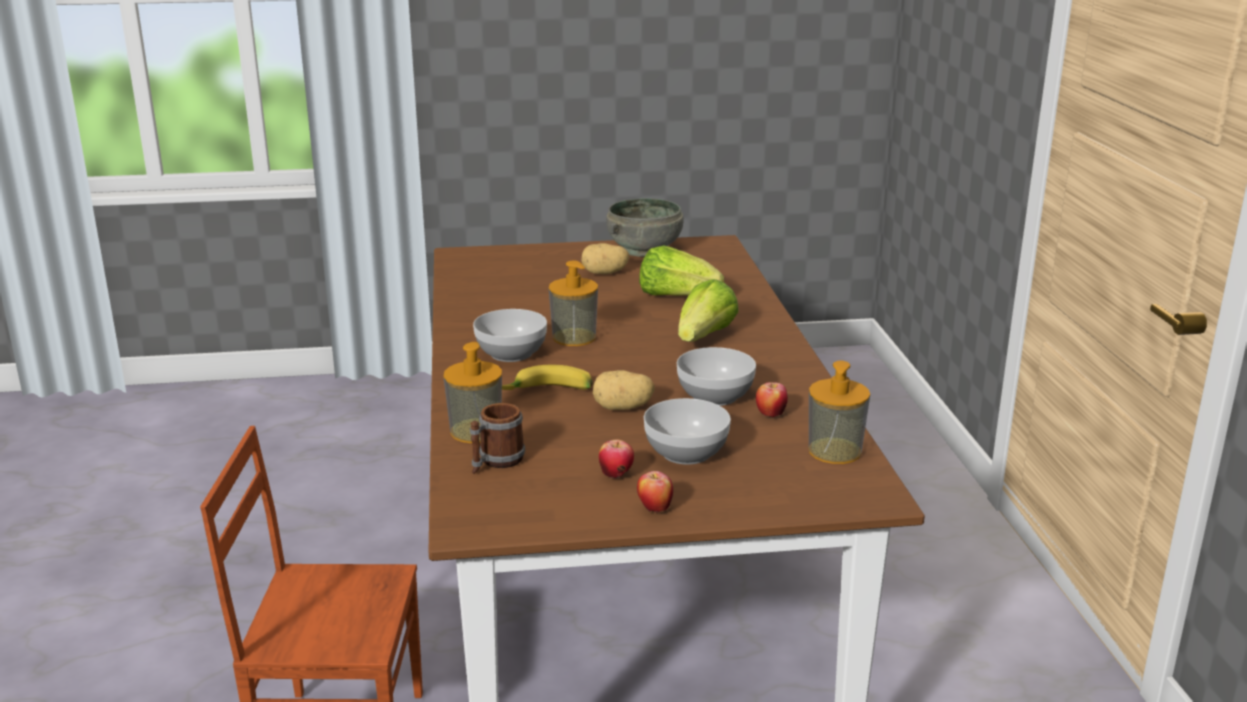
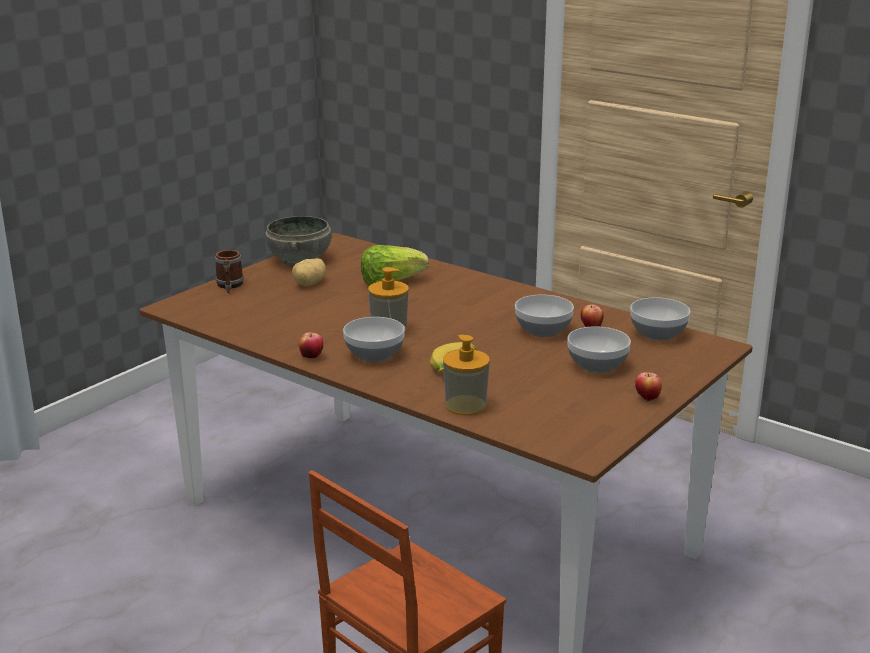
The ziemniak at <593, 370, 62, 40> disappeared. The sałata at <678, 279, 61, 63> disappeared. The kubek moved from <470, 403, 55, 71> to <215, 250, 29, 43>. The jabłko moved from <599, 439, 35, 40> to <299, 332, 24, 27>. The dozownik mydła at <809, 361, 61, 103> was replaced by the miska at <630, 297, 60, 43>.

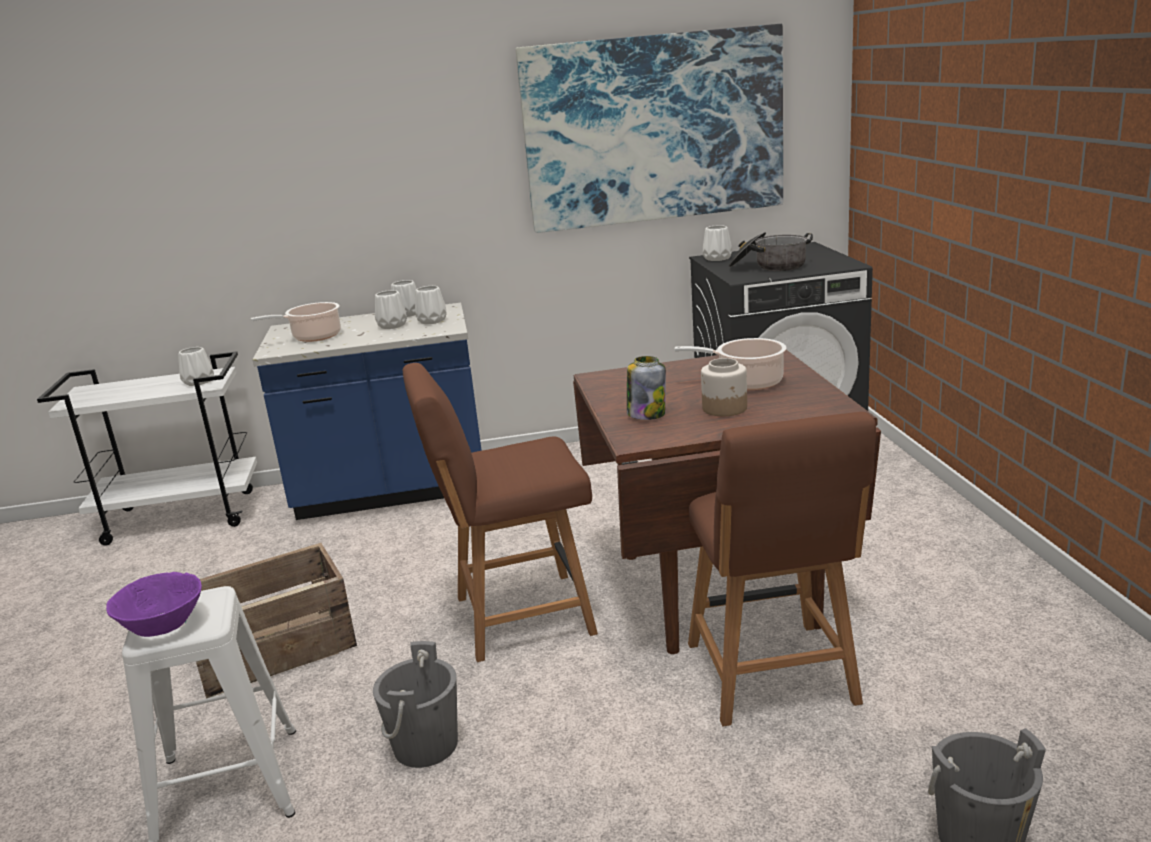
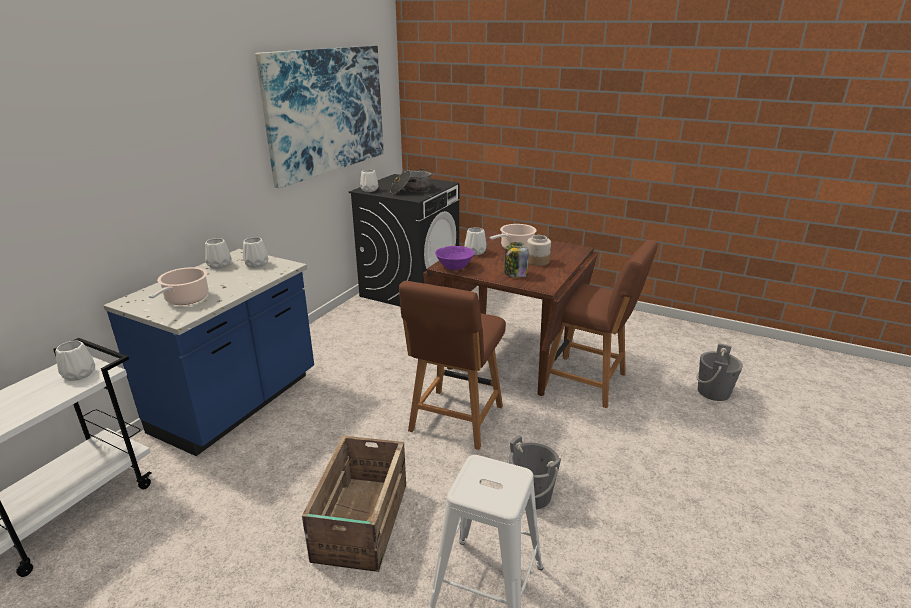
The miska/fioletowy moved from <106, 572, 96, 65> to <435, 246, 40, 24>. The wazon/biały moved from <375, 290, 32, 39> to <465, 227, 21, 28>.

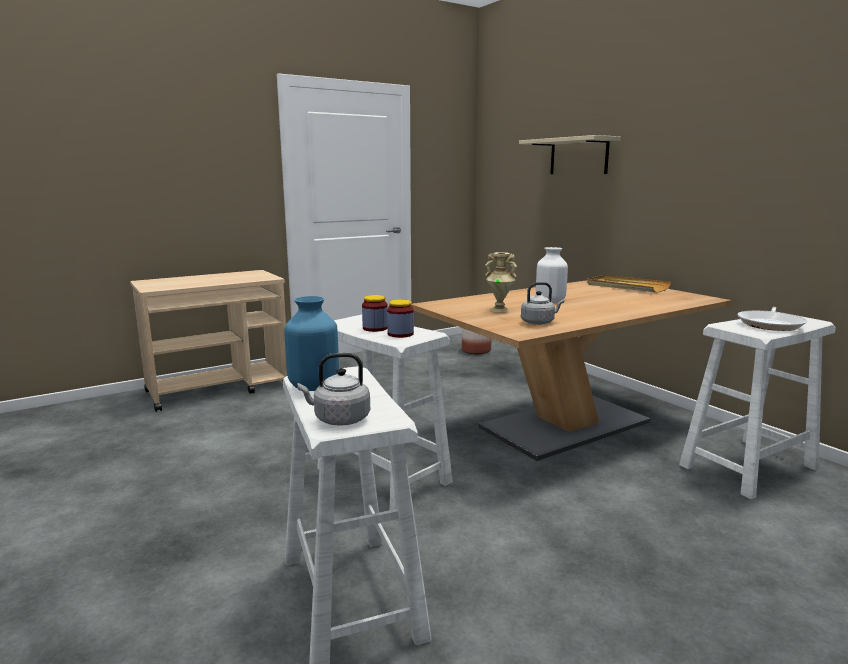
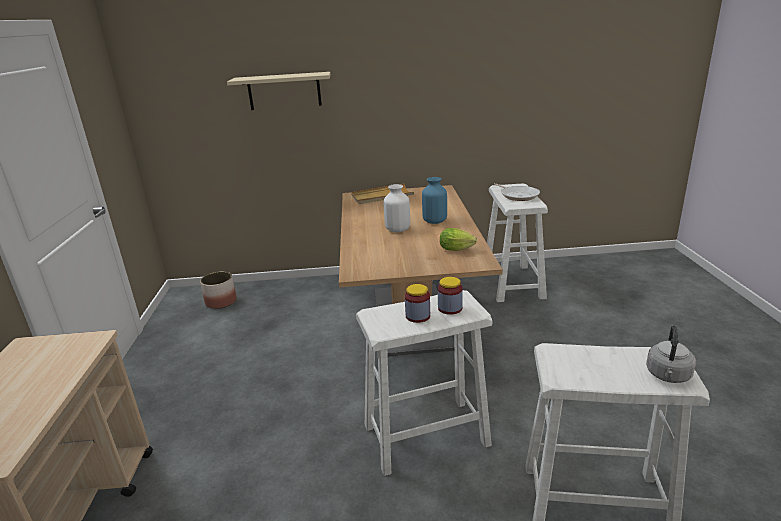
The wazon/beżowy at <485, 252, 32, 60> disappeared. The wazon/niebieski moved from <284, 296, 55, 95> to <422, 177, 25, 47>. The czajnik/szary at <521, 282, 43, 43> was replaced by the sałata at <440, 228, 37, 23>.

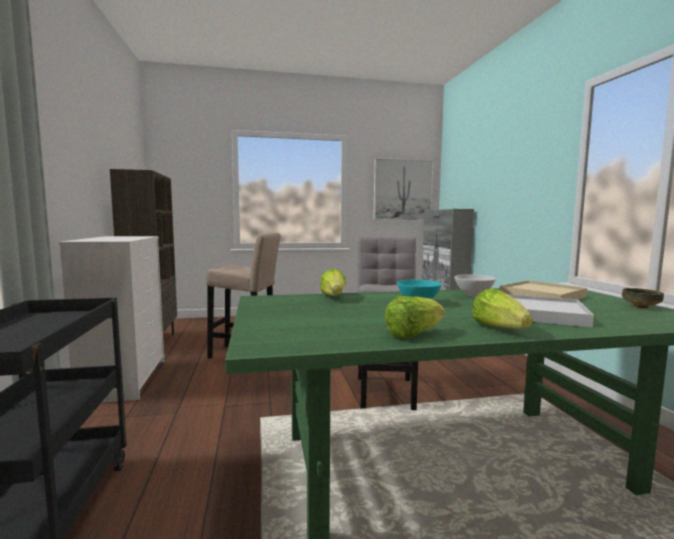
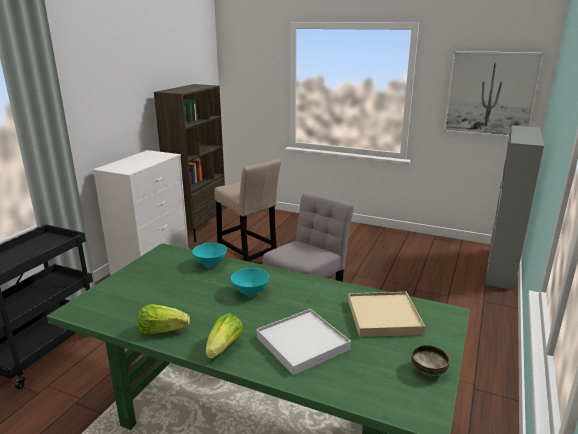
The miska/biały at <454, 275, 42, 22> disappeared. The sałata at <320, 269, 26, 27> was replaced by the miska/turkusowy at <192, 243, 35, 24>.

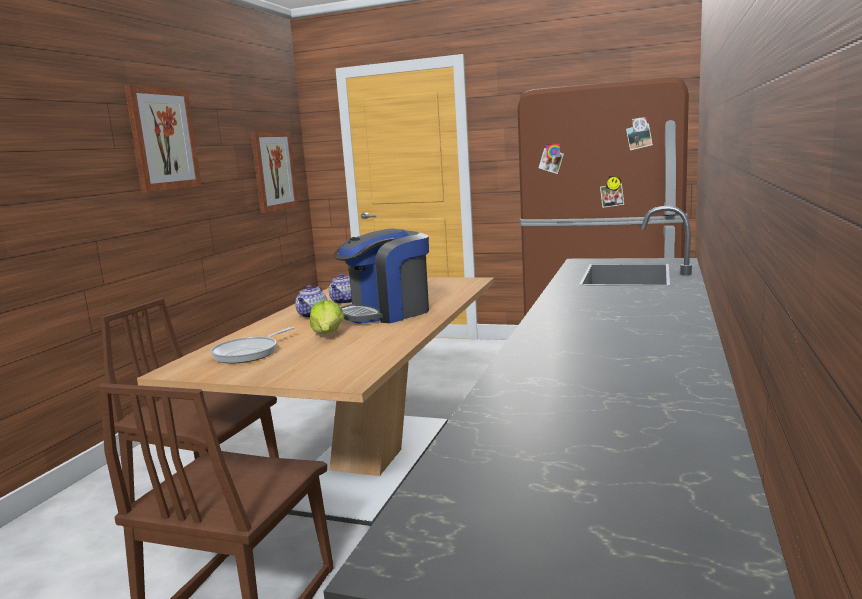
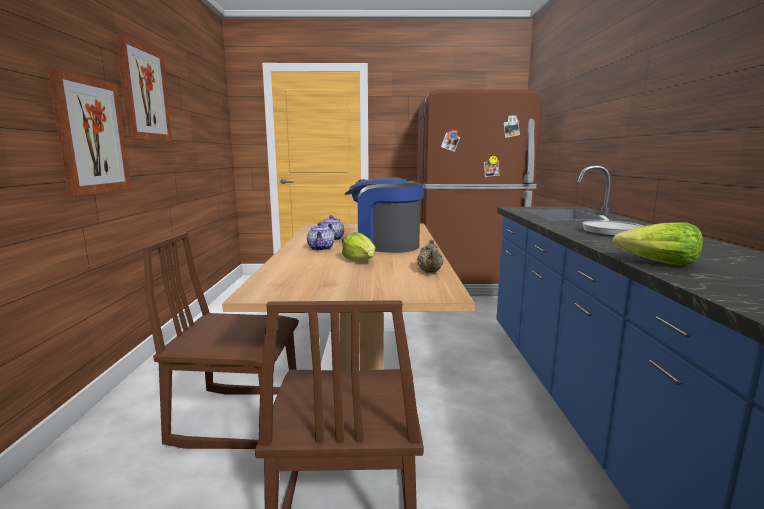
The imbryk/beżowy at <417, 240, 26, 33> appeared. The sałata at <613, 222, 90, 43> appeared. The patelnia moved from <211, 327, 83, 36> to <583, 215, 60, 21>. The obraz moved from <251, 132, 47, 81> to <47, 68, 84, 128>. The ekspres do kawy at <334, 228, 95, 96> turned 75 degrees clockwise.

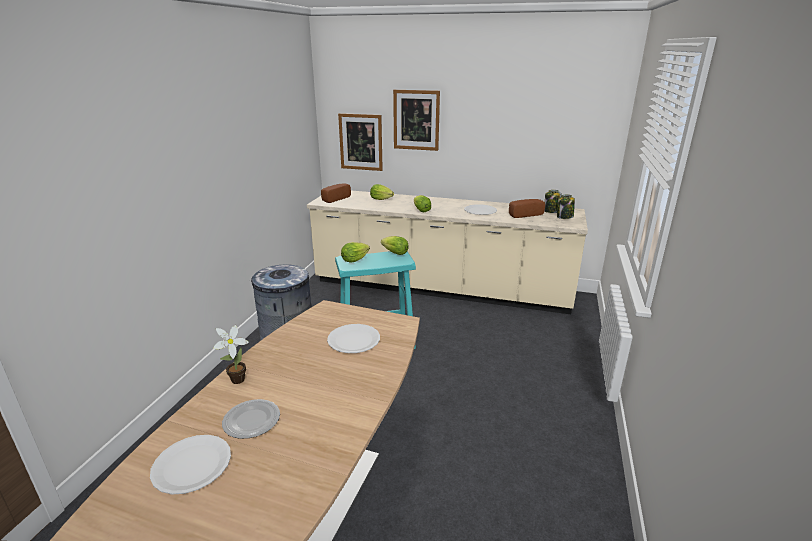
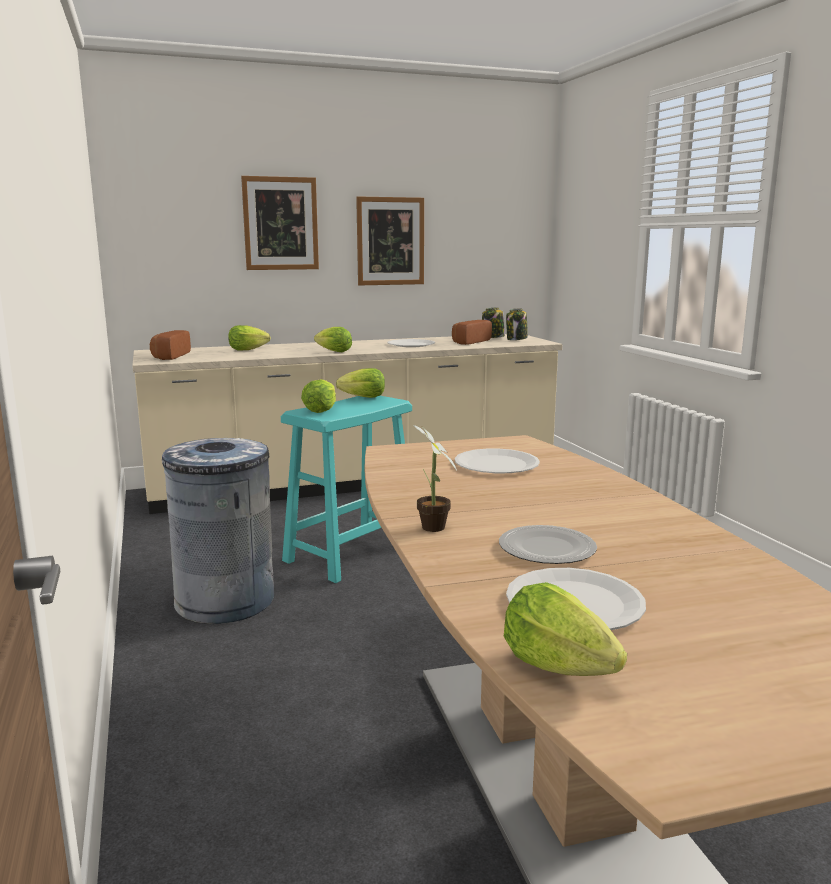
The sałata at <504, 582, 123, 94> appeared. The obraz moved from <338, 113, 45, 58> to <356, 196, 68, 89>.

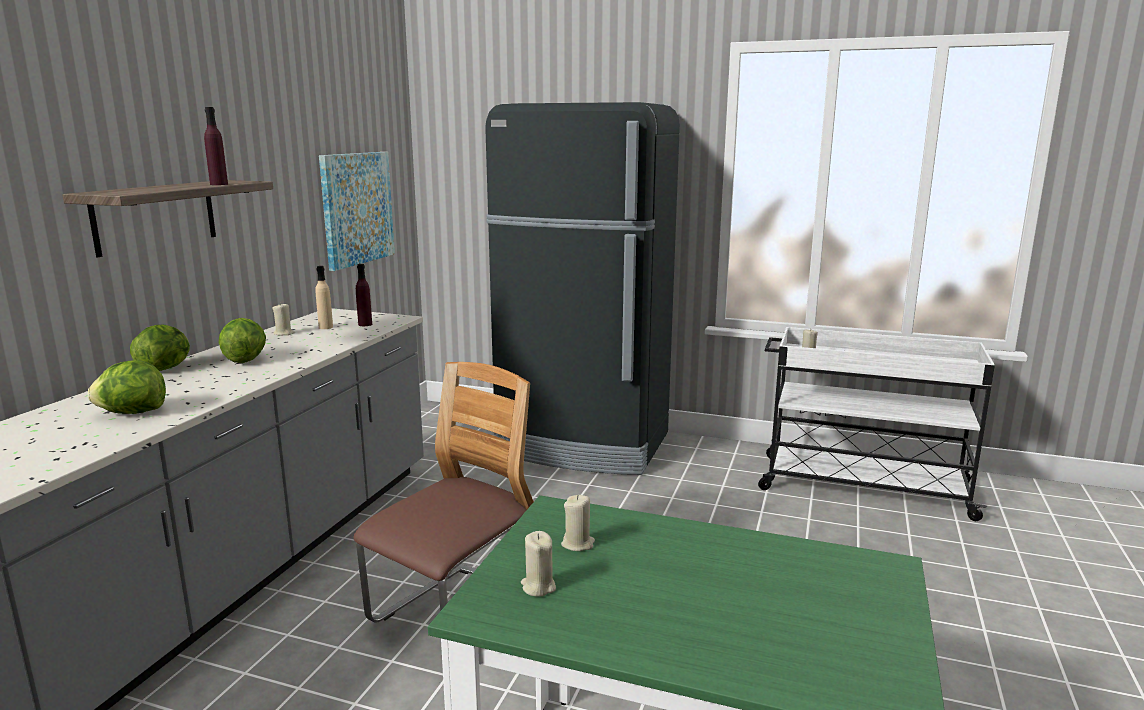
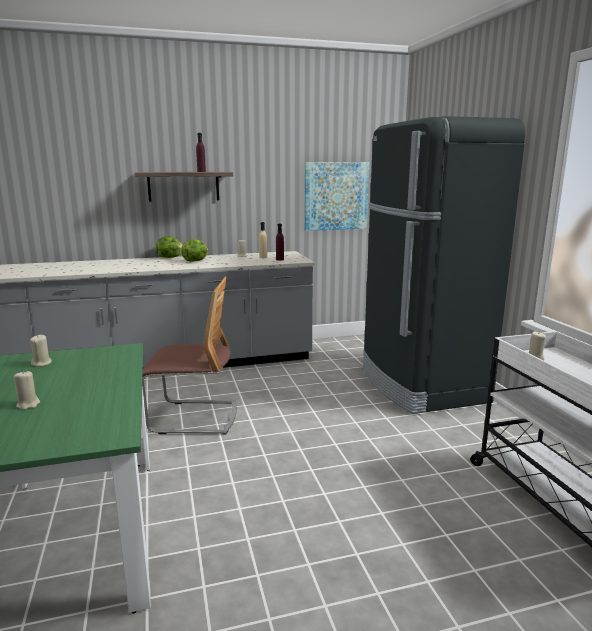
The sałata at <87, 360, 79, 54> disappeared. The świeca/beżowy moved from <561, 495, 34, 56> to <14, 371, 26, 39>.

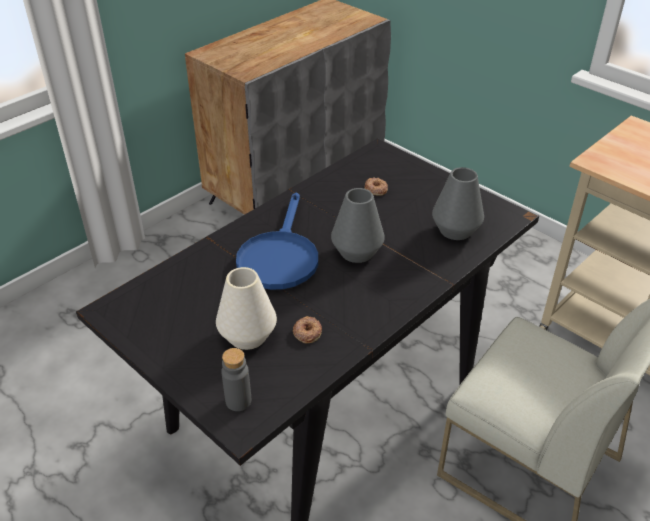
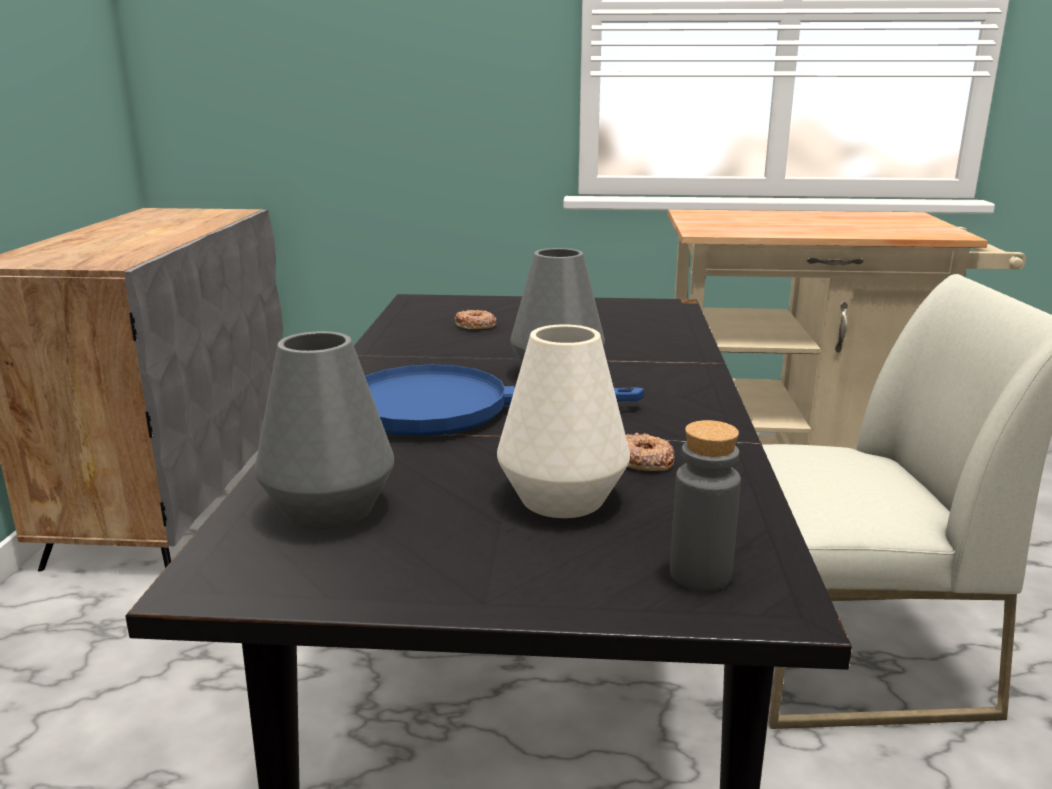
The wazon/szary moved from <432, 167, 52, 73> to <255, 331, 139, 199>. The patelnia/niebieski at <236, 192, 82, 98> turned 120 degrees clockwise.

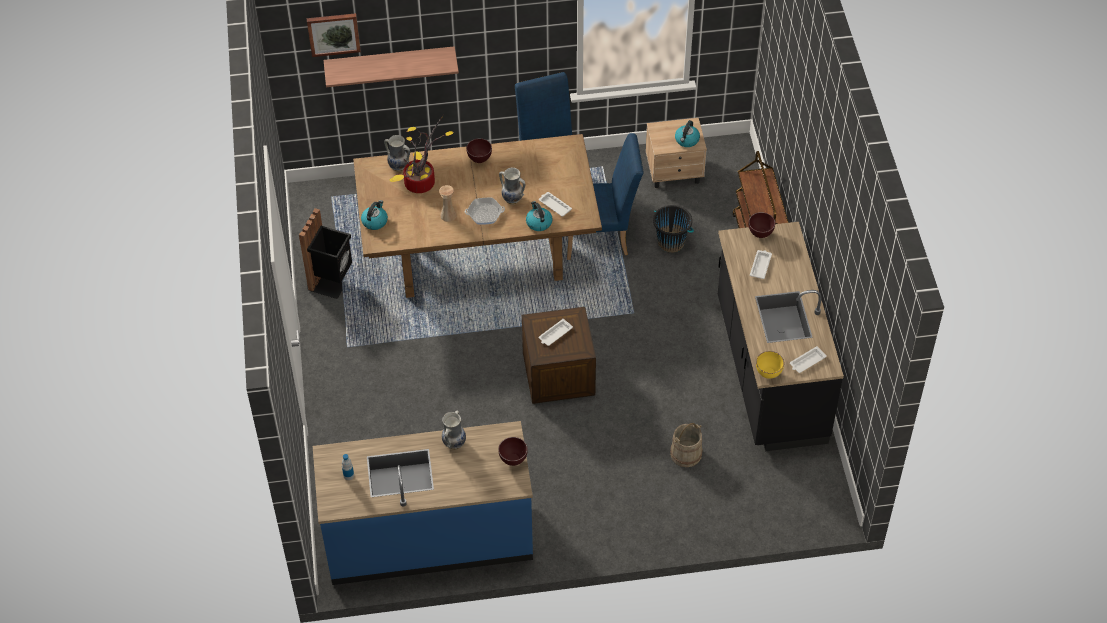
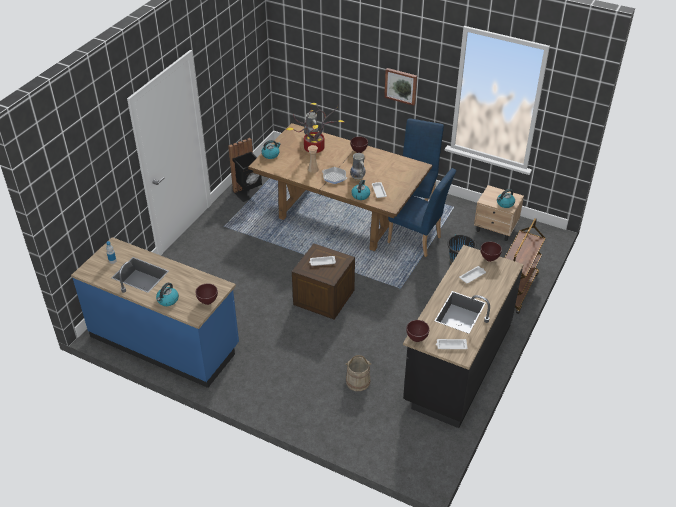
The półka at <324, 46, 135, 41> disappeared. The wazon at <442, 411, 24, 39> disappeared. The czajnik at <156, 282, 23, 24> appeared. The obraz moved from <307, 13, 54, 44> to <384, 68, 33, 38>. The miska/żółty at <756, 351, 28, 28> became the miska/brązowy at <406, 320, 23, 22>.

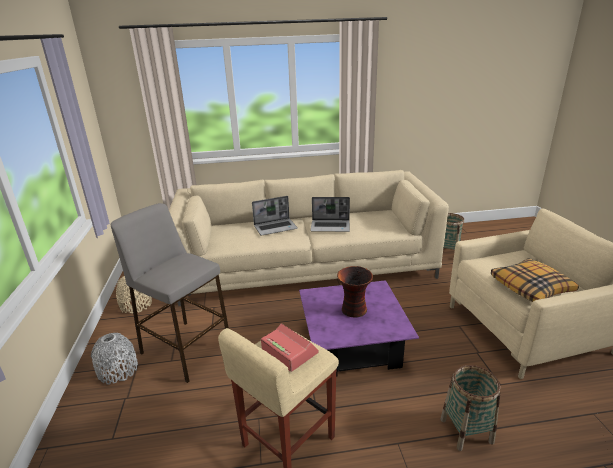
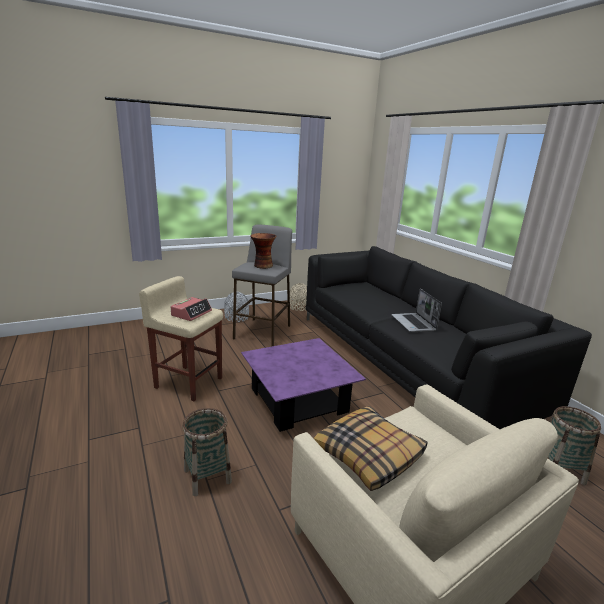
The laptop at <252, 196, 46, 40> disappeared. The wazon moved from <337, 266, 36, 52> to <250, 233, 26, 36>. The kanapa/beżowy at <169, 170, 280, 136> became the kanapa/czarny at <305, 246, 287, 183>.

